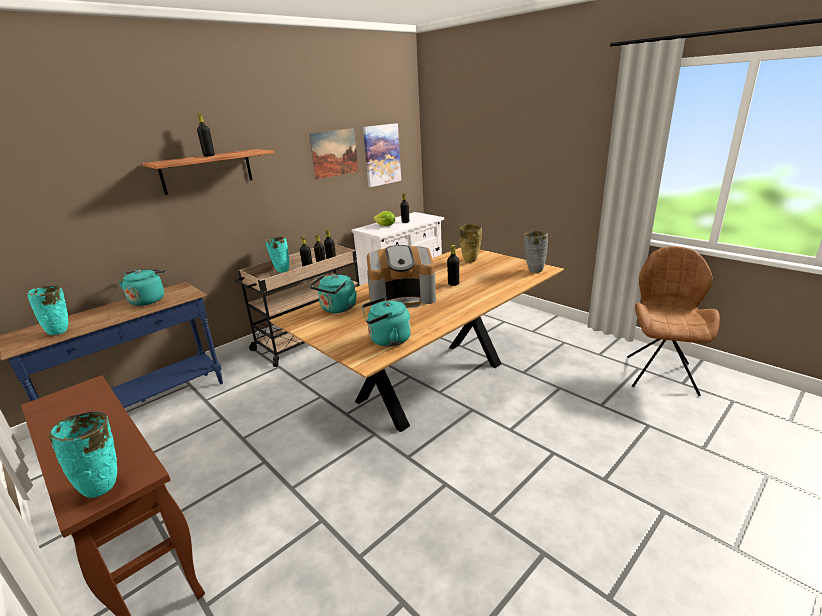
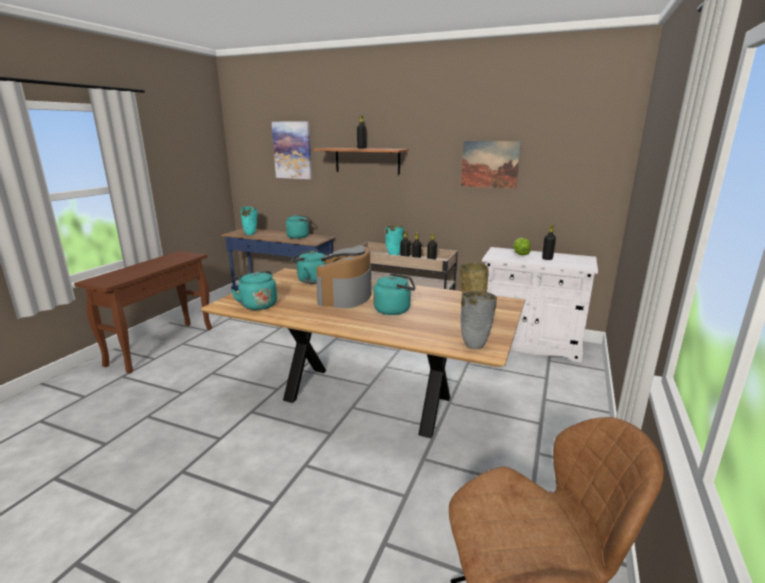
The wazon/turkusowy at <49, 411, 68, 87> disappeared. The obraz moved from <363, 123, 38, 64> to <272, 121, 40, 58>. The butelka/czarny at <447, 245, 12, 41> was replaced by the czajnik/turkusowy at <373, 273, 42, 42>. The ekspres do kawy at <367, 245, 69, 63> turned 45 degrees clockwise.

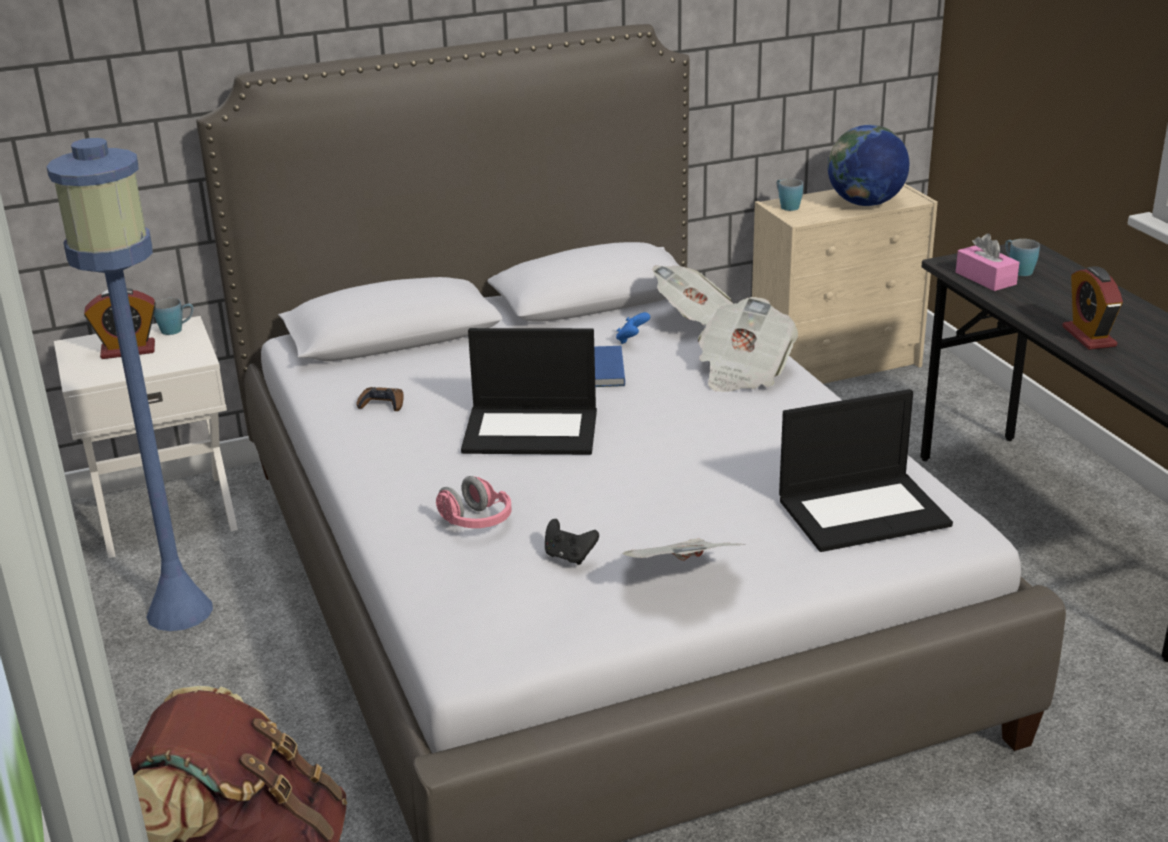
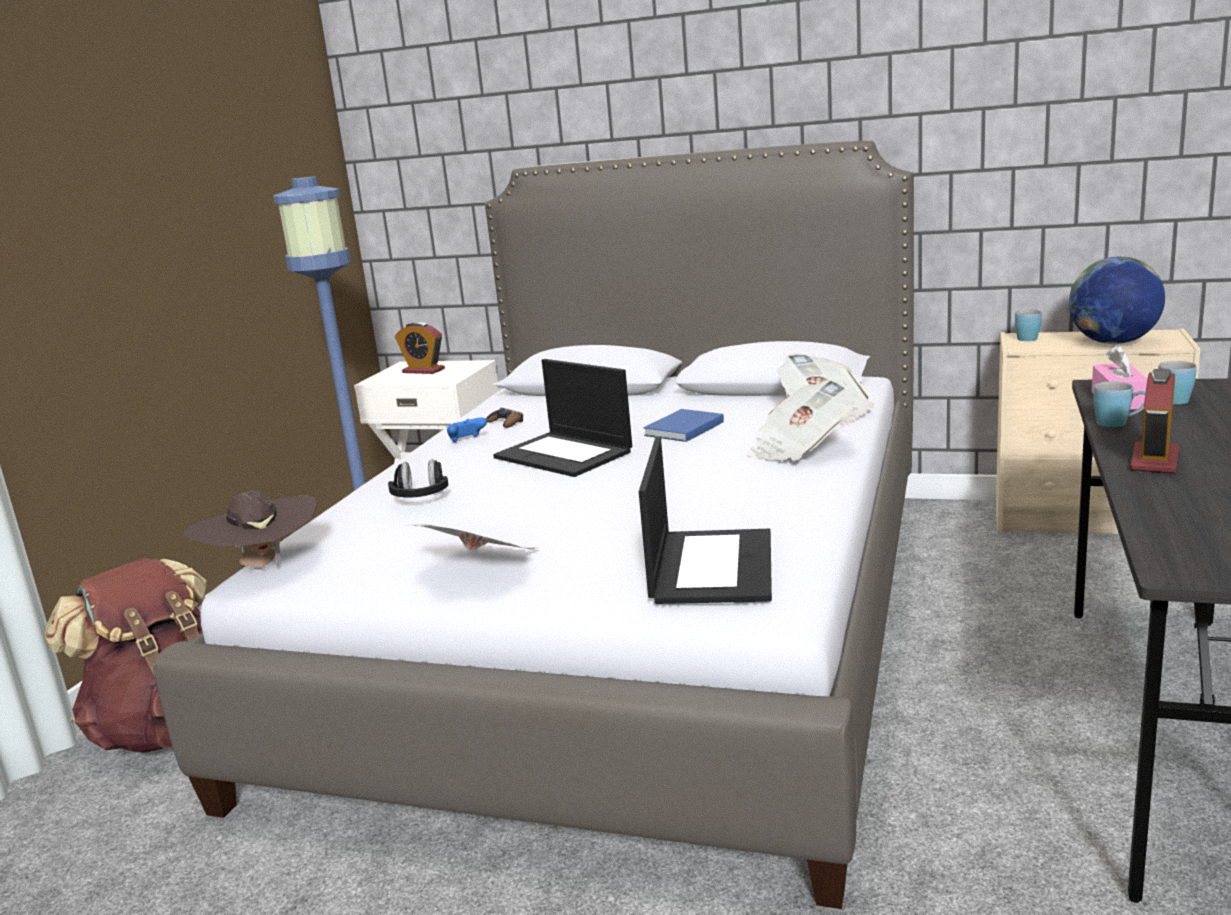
The pad do gier/czarny at <545, 519, 54, 46> disappeared. The kapelusz/brązowy at <183, 490, 134, 78> appeared. The kubek/niebieski moved from <154, 298, 40, 37> to <1094, 381, 52, 46>. The pad do gier/niebieski moved from <616, 312, 34, 32> to <447, 417, 40, 25>. The słuchawki/różowy at <436, 476, 75, 52> became the słuchawki/czarny at <388, 459, 60, 39>. The laptop at <779, 389, 174, 163> turned 105 degrees counterclockwise.

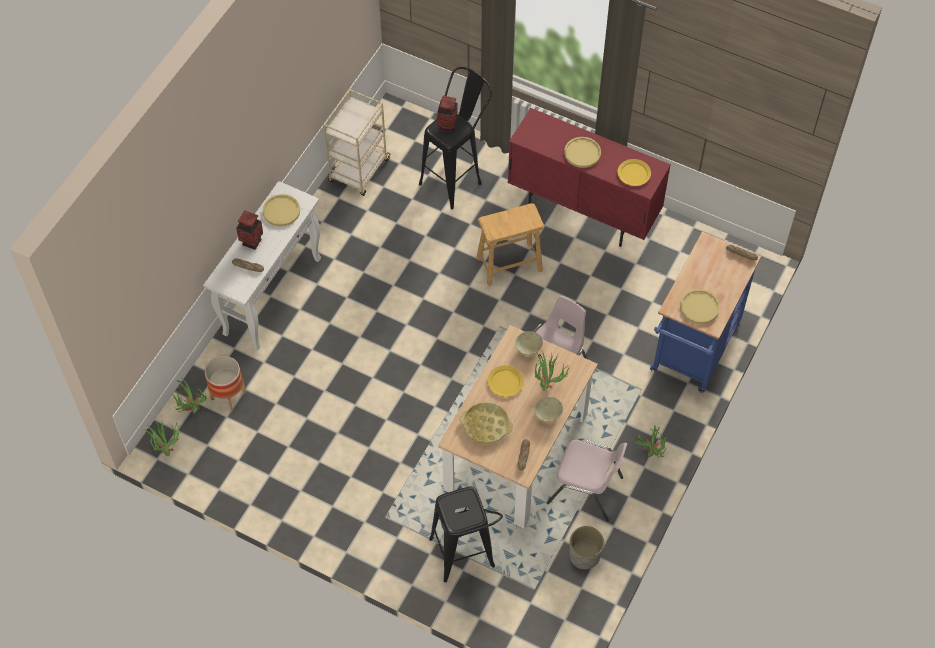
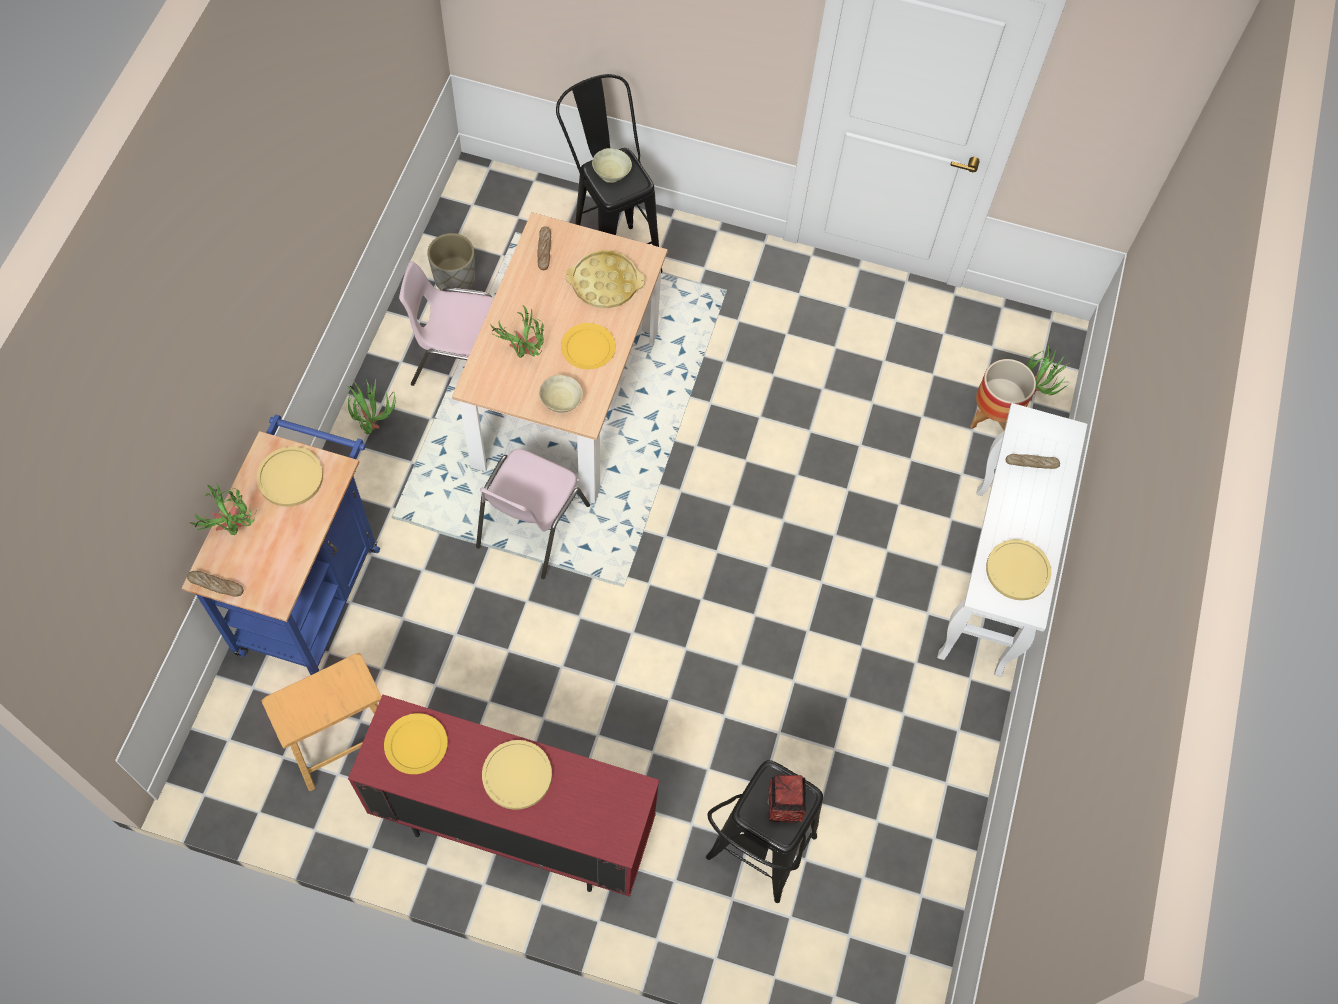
The wazon at <236, 211, 27, 39> disappeared. The wózek/beżowy at <323, 89, 67, 107> disappeared. The roślina doniczkowa moved from <143, 421, 36, 36> to <189, 483, 67, 52>. The stołek/brązowy moved from <477, 203, 67, 83> to <261, 653, 121, 138>. The miska/beżowy moved from <534, 397, 29, 25> to <592, 148, 40, 35>.

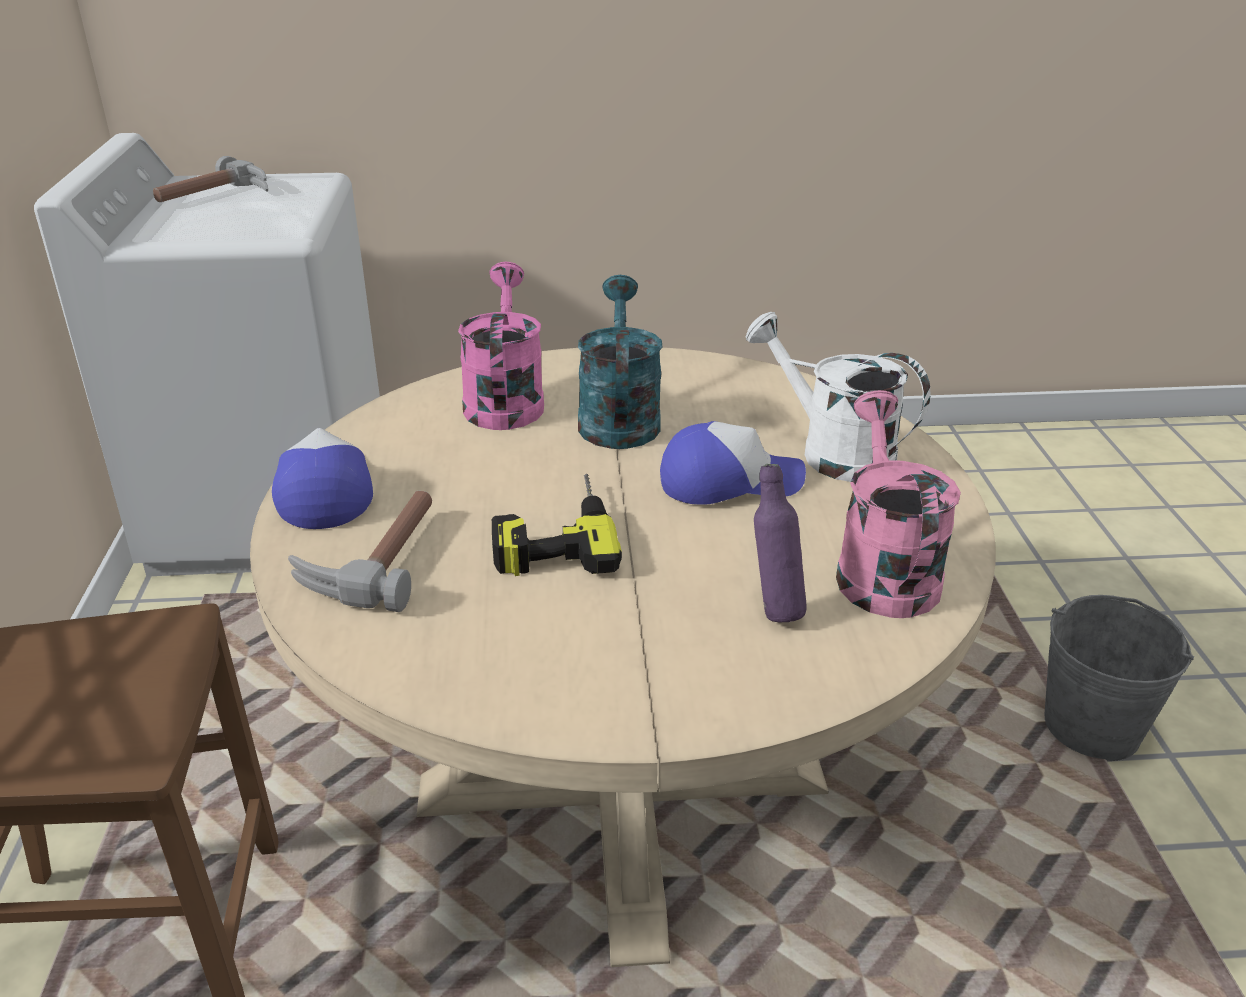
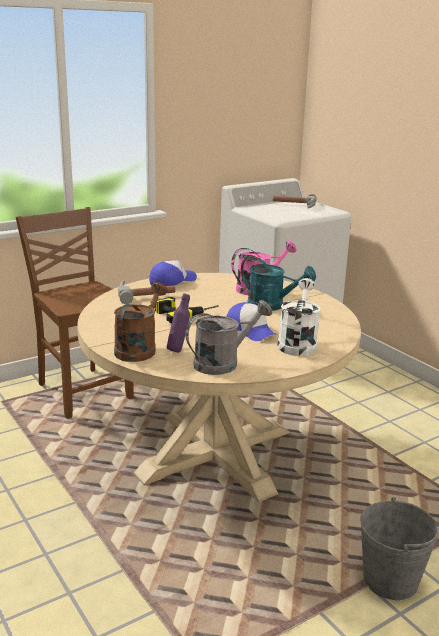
The konewka/brązowy at <114, 282, 53, 80> appeared. The konewka/różowy at <836, 390, 125, 228> became the konewka/szary at <185, 300, 87, 75>. The konewka/turkusowy at <578, 275, 85, 174> turned 60 degrees clockwise.

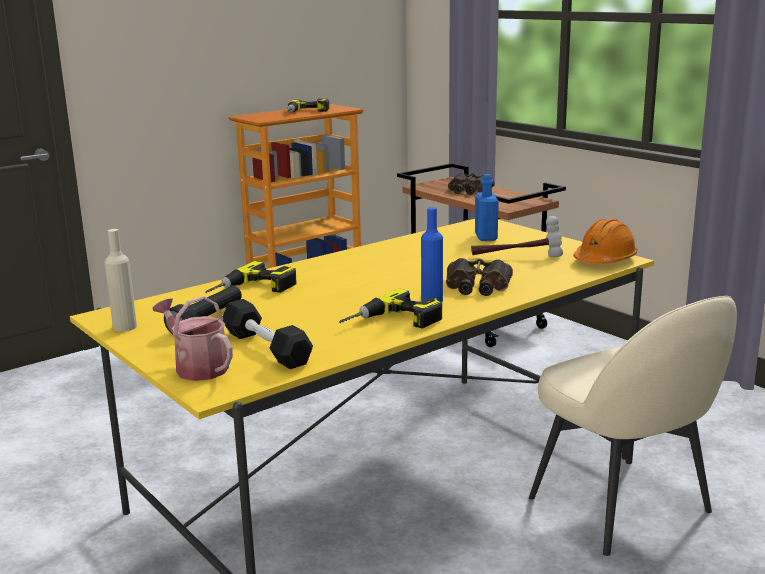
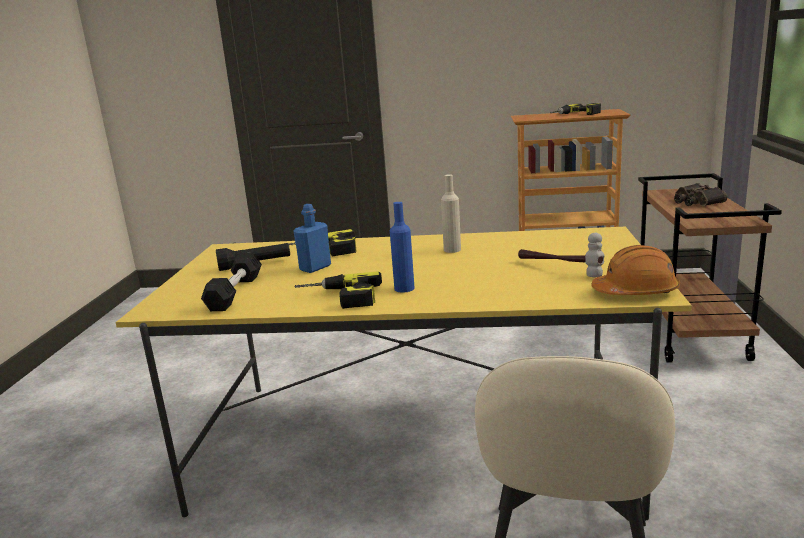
The konewka at <153, 296, 80, 85> disappeared. The lornetka at <446, 258, 67, 38> disappeared. The butelka/beżowy moved from <105, 229, 32, 103> to <441, 174, 20, 79>. The butelka/niebieski moved from <475, 174, 24, 67> to <293, 204, 38, 69>.

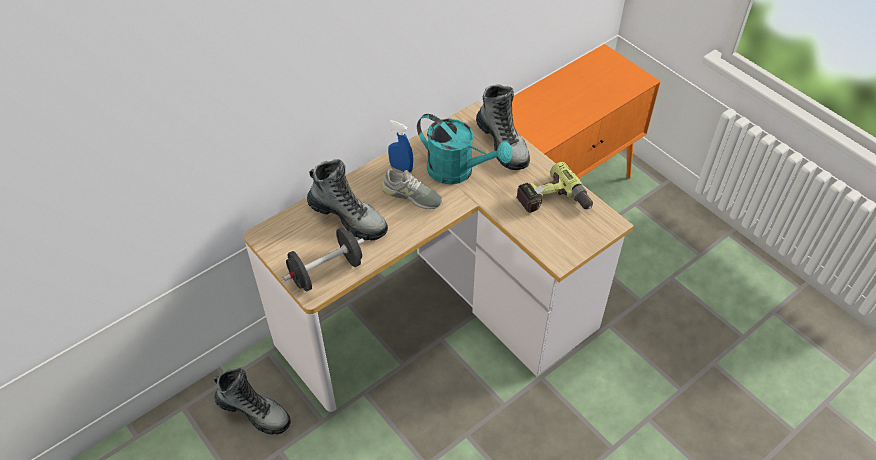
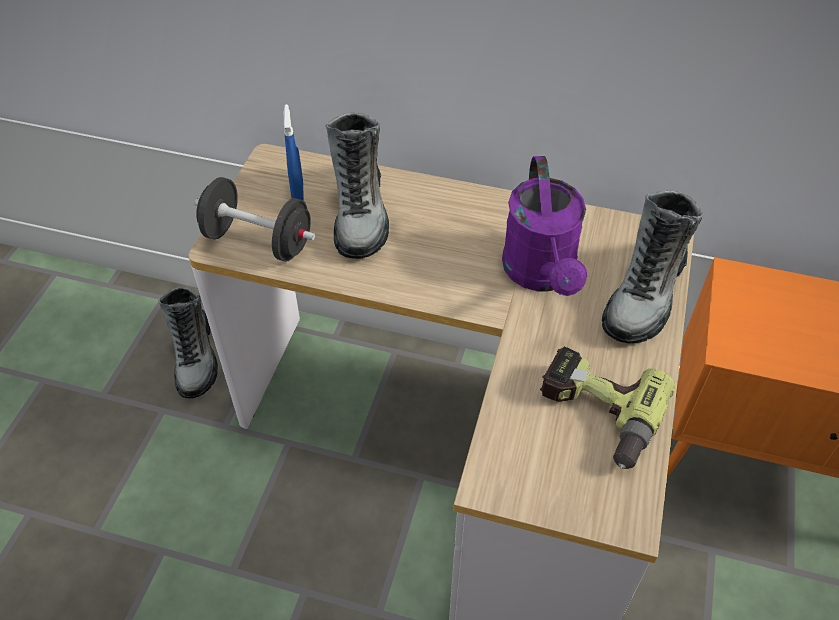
The but/szary at <381, 168, 61, 41> disappeared. The spryskiwacz/niebieski moved from <388, 120, 25, 53> to <284, 104, 20, 96>. The konewka/turkusowy at <417, 114, 96, 71> became the konewka/fioletowy at <502, 156, 85, 140>.

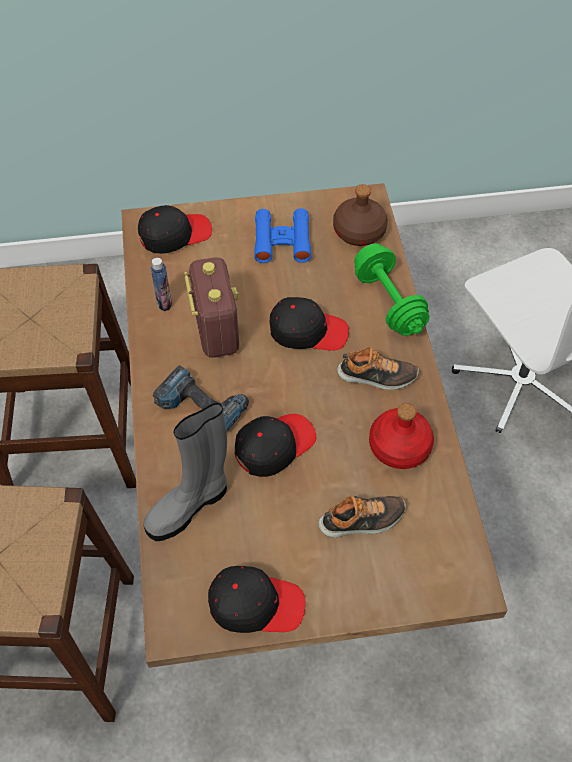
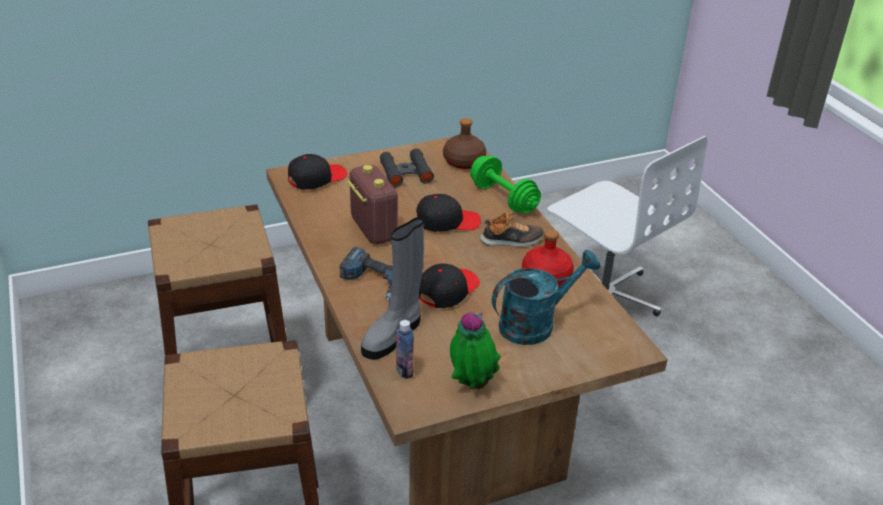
The butelka moved from <150, 258, 22, 53> to <396, 320, 18, 59>. The czapka z daszkiem/czarny at <208, 566, 98, 67> was replaced by the roślina doniczkowa at <450, 312, 51, 77>. The but at <318, 496, 88, 42> was replaced by the konewka/turkusowy at <492, 250, 109, 95>. The lornetka/niebieski at <254, 208, 57, 55> became the lornetka/czarny at <380, 149, 54, 38>.

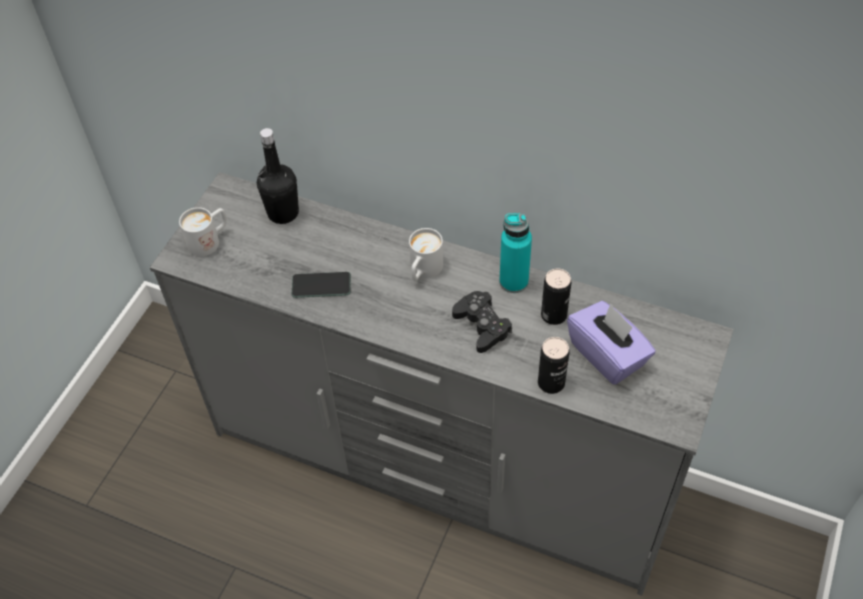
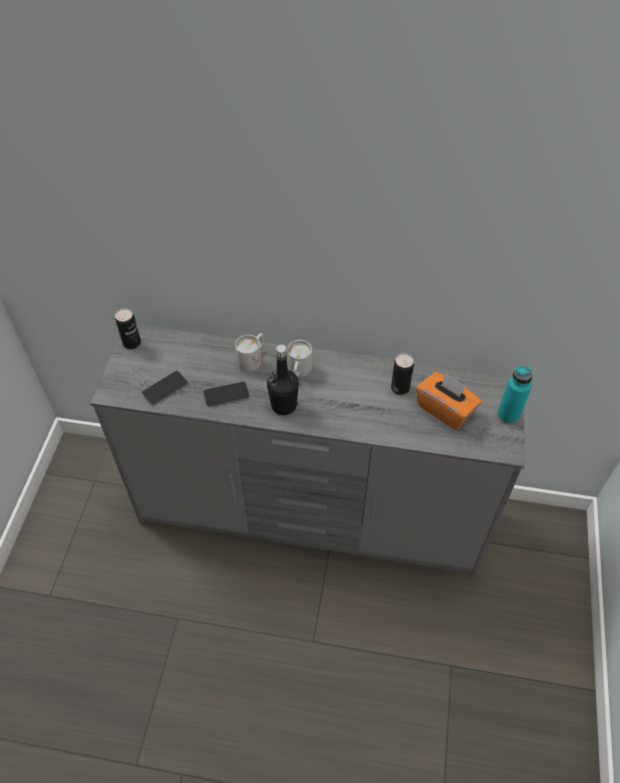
The pad do gier/czarny at <452, 291, 60, 62> disappeared. The telefon at <142, 371, 46, 34> appeared. The kubek/biały moved from <179, 207, 48, 49> to <235, 333, 29, 39>. The butelka/czarny moved from <257, 128, 42, 96> to <267, 345, 32, 70>. The butelka/turkusowy moved from <499, 213, 33, 80> to <497, 365, 36, 59>. The puszka moved from <538, 337, 32, 57> to <115, 308, 26, 41>. The pudełko chusteczek/fioletowy at <567, 301, 89, 84> became the pudełko chusteczek/pomarańczowy at <416, 372, 66, 57>.

